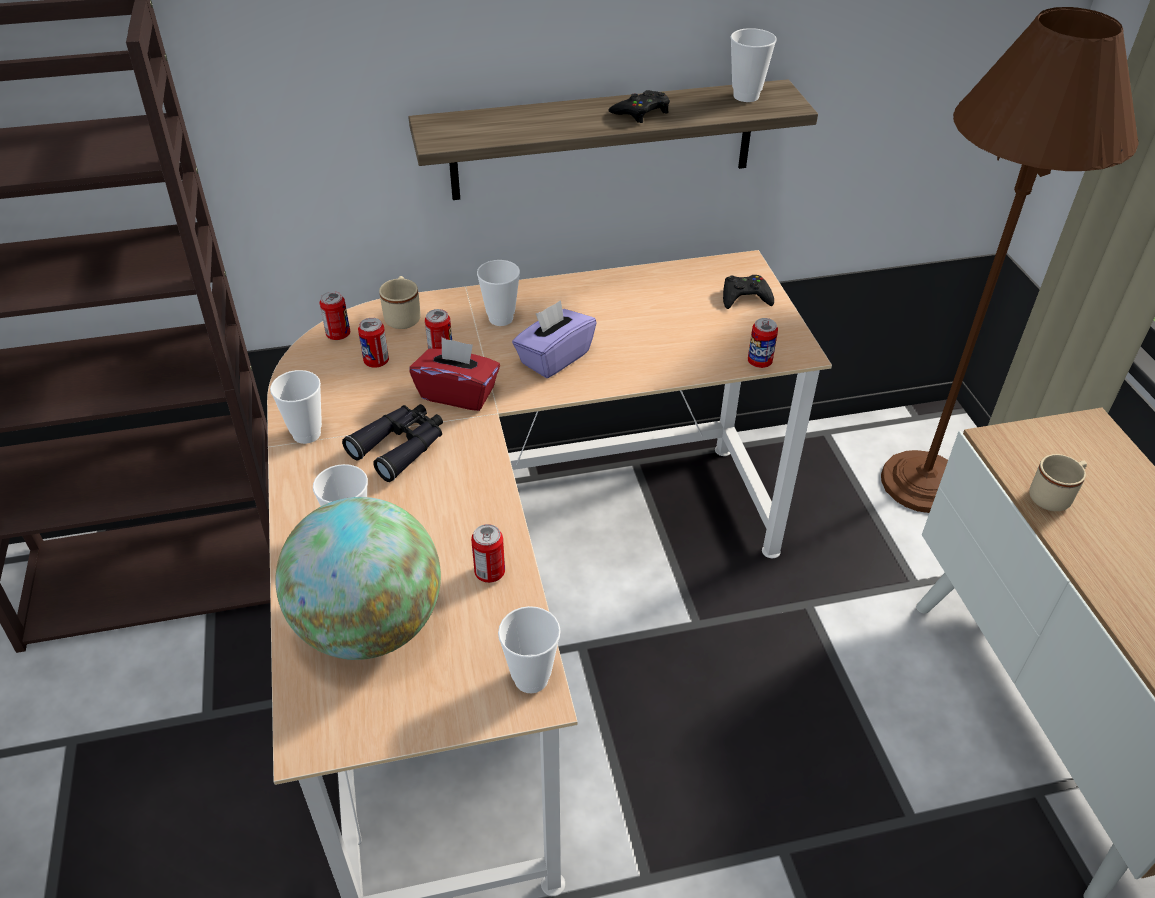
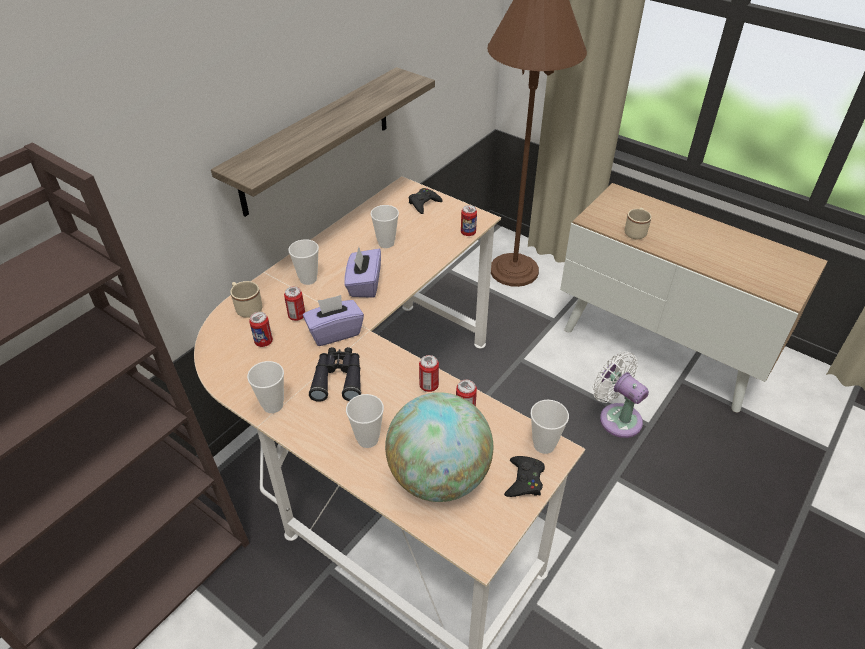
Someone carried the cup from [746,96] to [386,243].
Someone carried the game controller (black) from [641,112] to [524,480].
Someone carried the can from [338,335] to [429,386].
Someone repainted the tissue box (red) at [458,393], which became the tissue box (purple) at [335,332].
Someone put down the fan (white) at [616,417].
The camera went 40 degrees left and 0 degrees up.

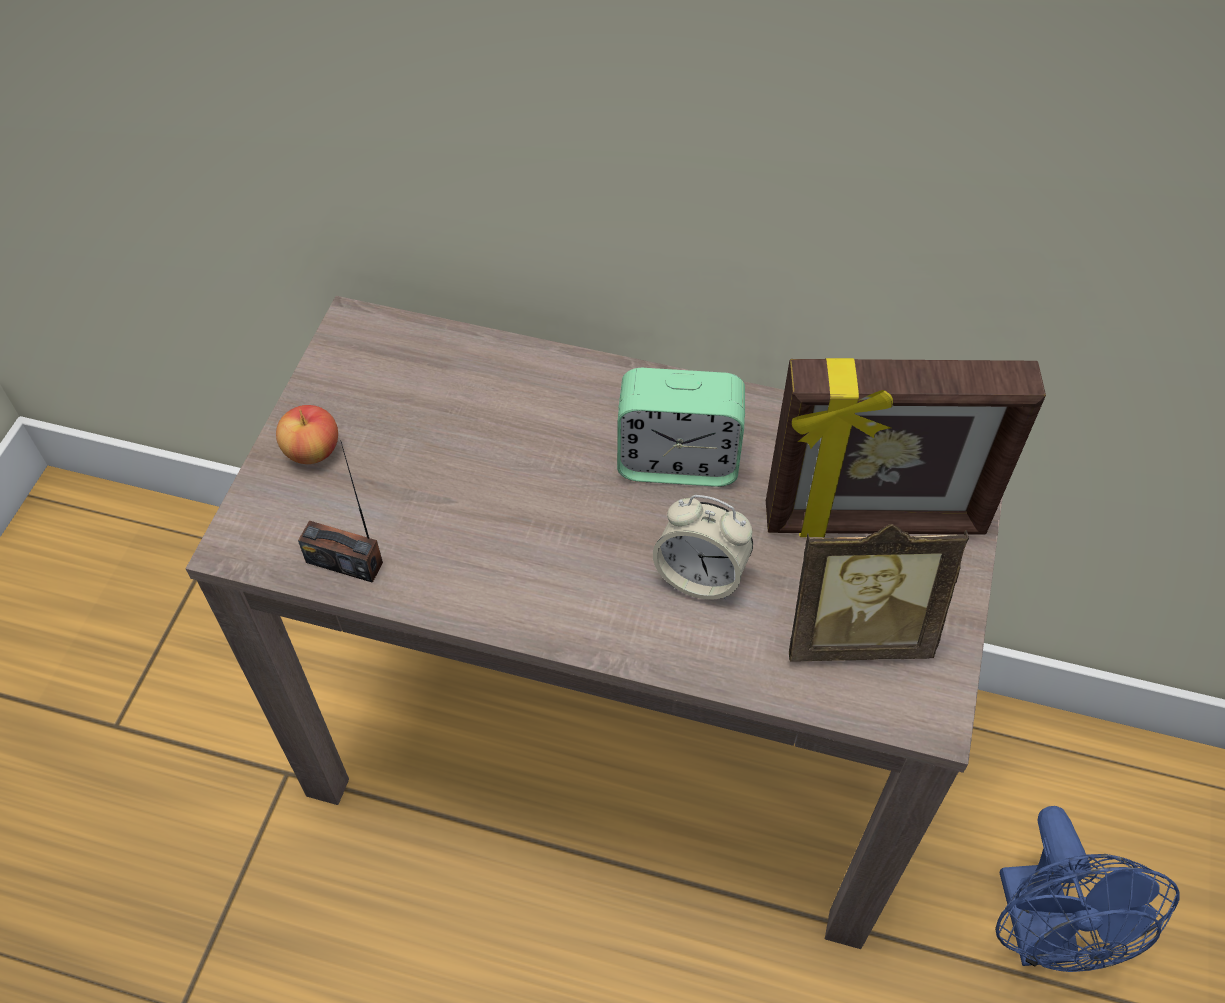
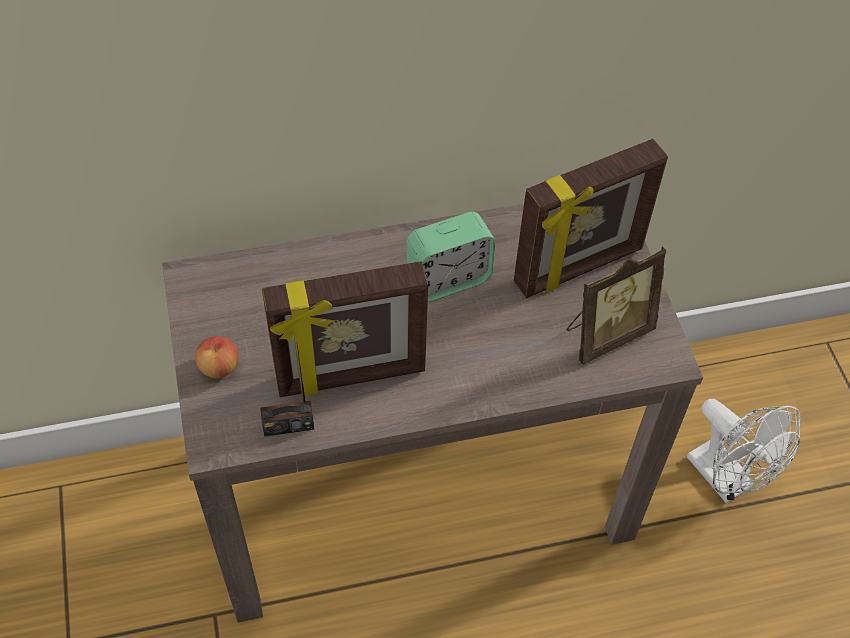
Someone took away the alarm clock at [700,575].
Someone repainted the fan (blue) at [1043,934], which became the fan (white) at [727,480].
Someone put down the picture frame at [351,377].
The camera went 30 degrees left and 0 degrees up.

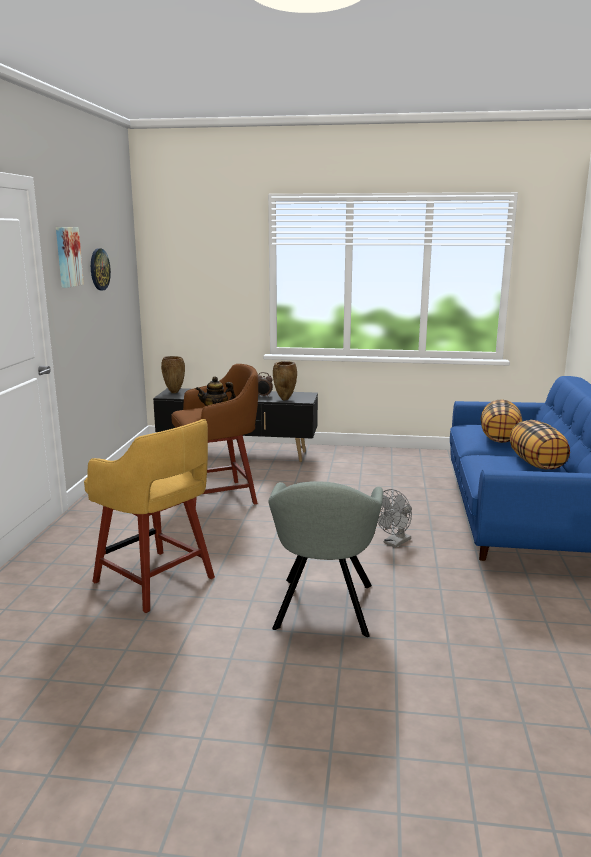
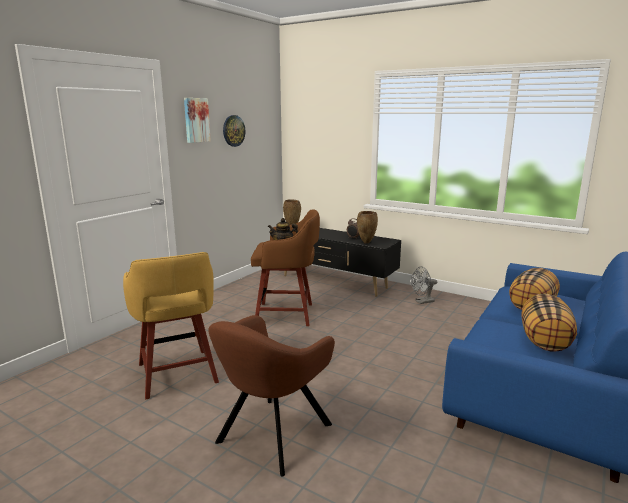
Someone repainted the armchair (grey) at [324,609], which became the armchair (brown) at [271,436].
Someone carried the fan (grey) from [394,543] to [422,302].
The camera went 25 degrees right and 0 degrees up.

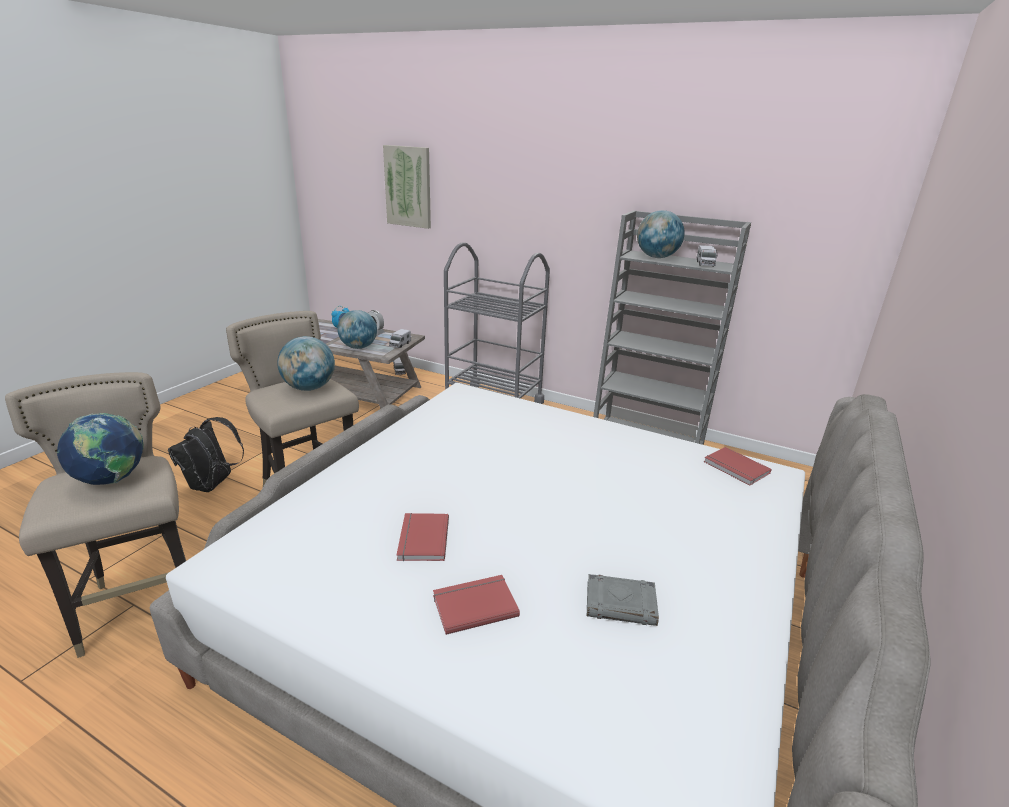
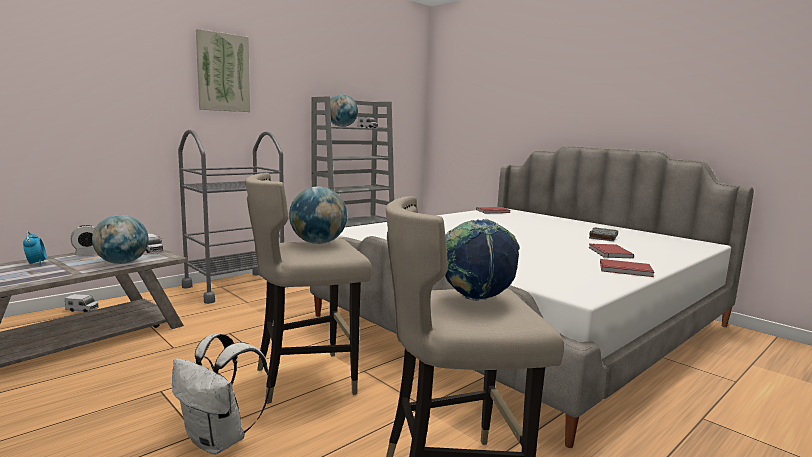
Someone carried the picture from [408,187] to [223,72].
Someone repainted the backpack (black) at [212,485], which became the backpack (white) at [219,440].
Someone carried the book (red) from [421,539] to [626,270].
The camera went 70 degrees left and 15 degrees down.

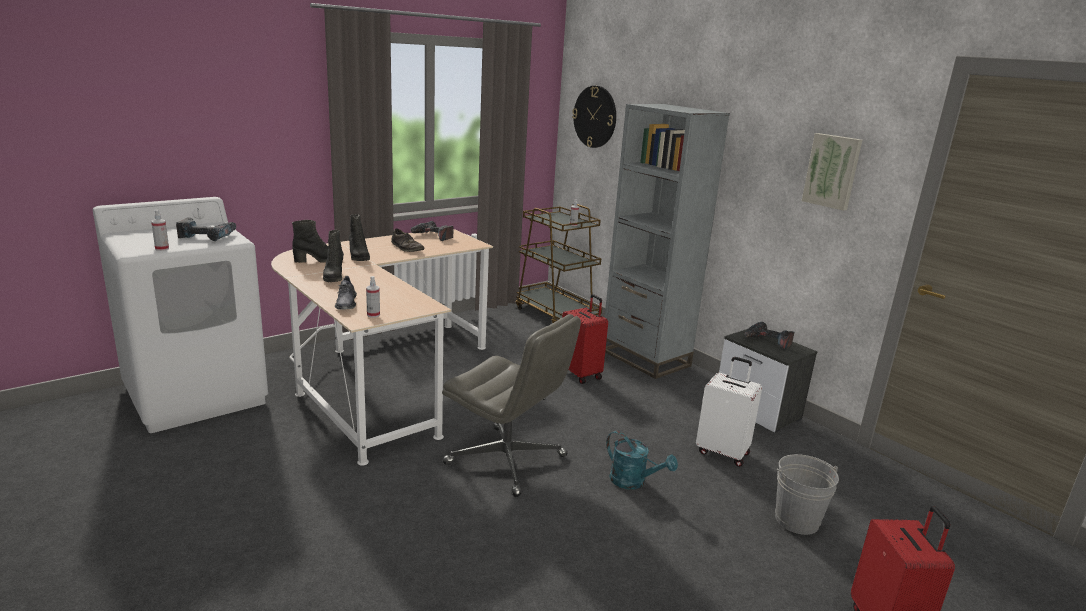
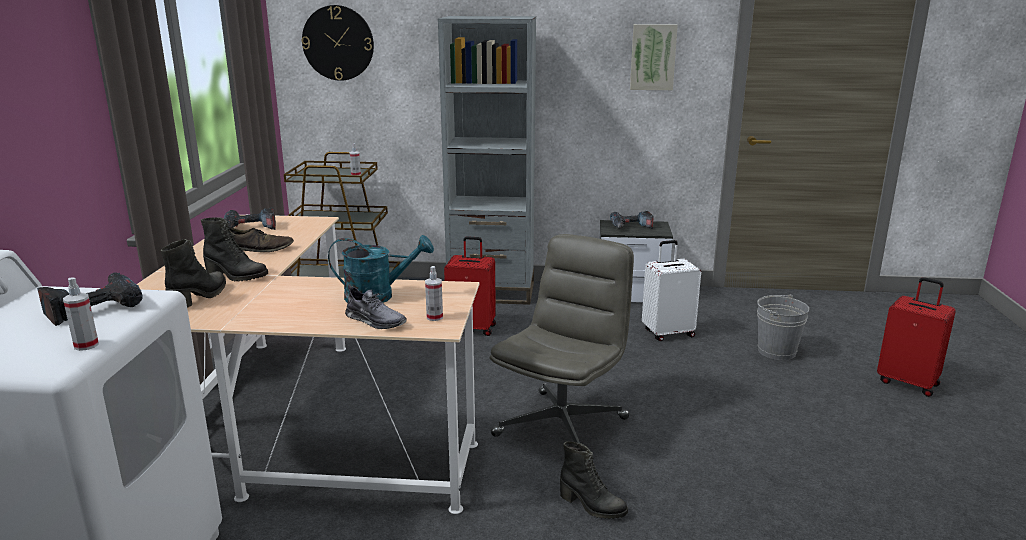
Someone carried the boot (black) from [333,277] to [592,506].
Someone rotated the office chair (grey) at [507,460] by 45 degrees counterclockwise.
Someone carried the watering can (turquoise) from [633,482] to [378,296].
The camera went 45 degrees left and 0 degrees up.

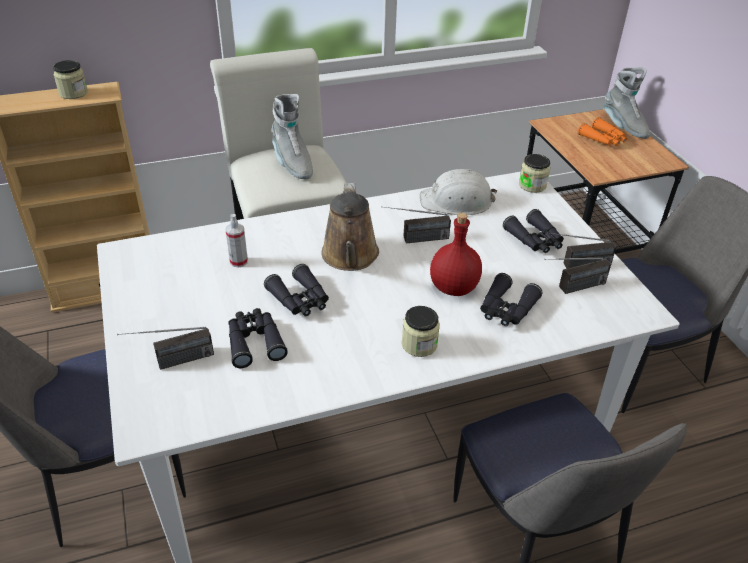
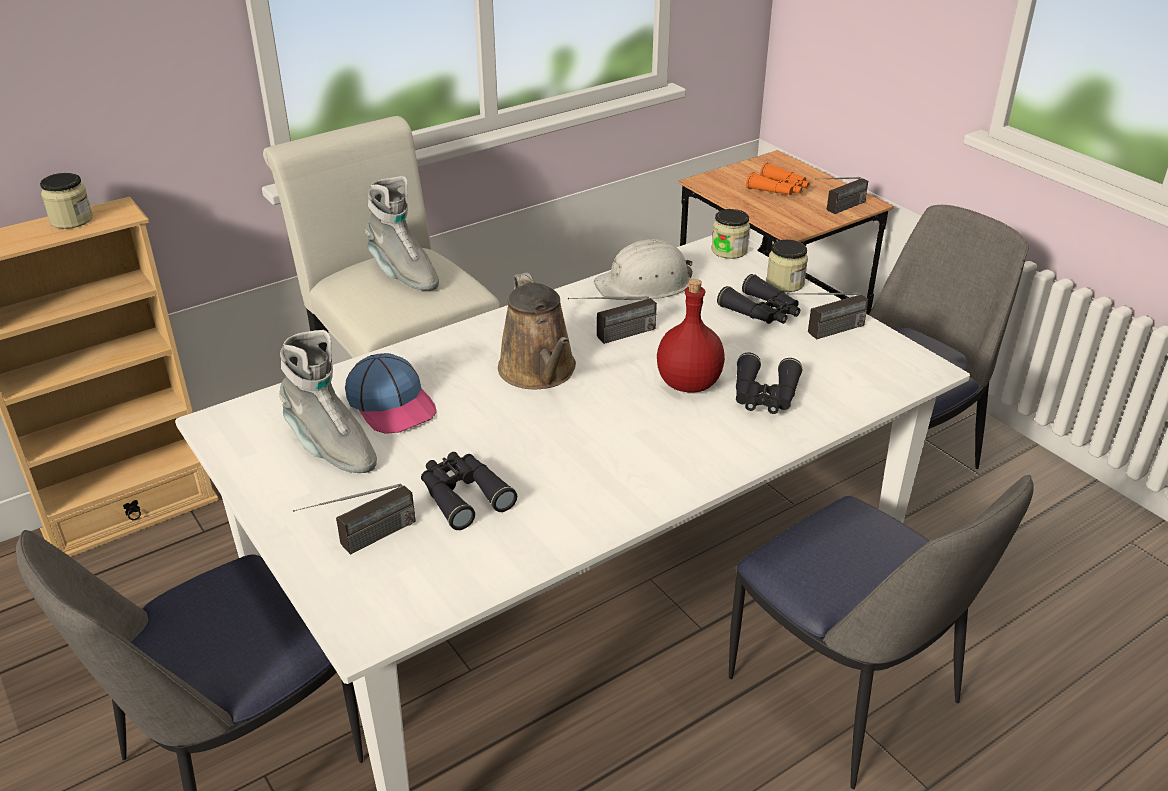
Someone carried the boot (grey) from [623,127] to [330,447].
Someone swapped the spray bottle at [238,261] for the cap at [392,404].
Someone carried the radio from [572,289] to [838,210].
Someone took away the binoculars (black) at [300,300].
Someone carried the jar from [419,344] to [785,283].
The camera went 15 degrees left and 5 degrees down.

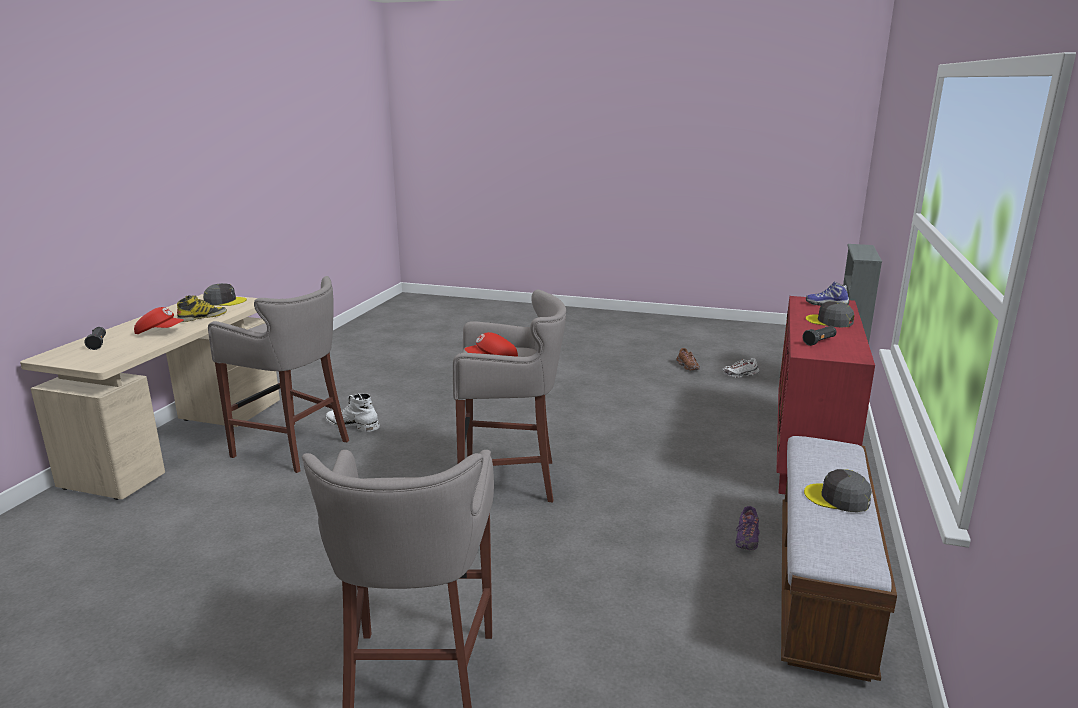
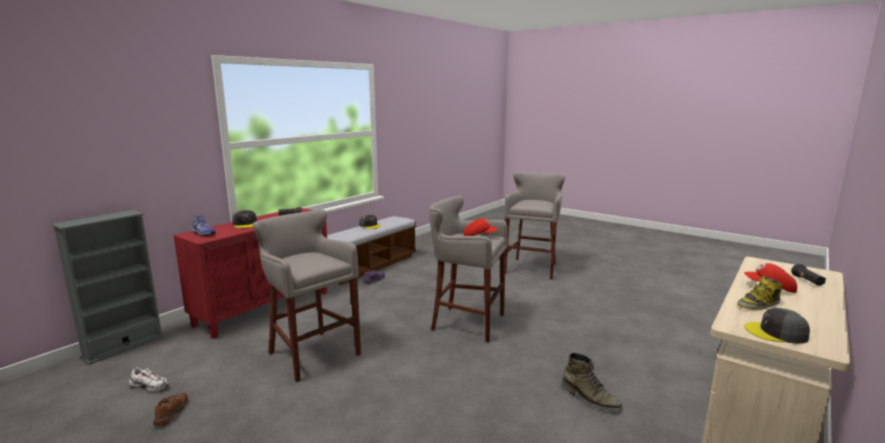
Someone carried the stool (grey) from [294,448] to [311,353].
Someone repainted the boot (white) at [352,425], which became the boot (green) at [590,398].
The camera went 160 degrees left and 5 degrees down.

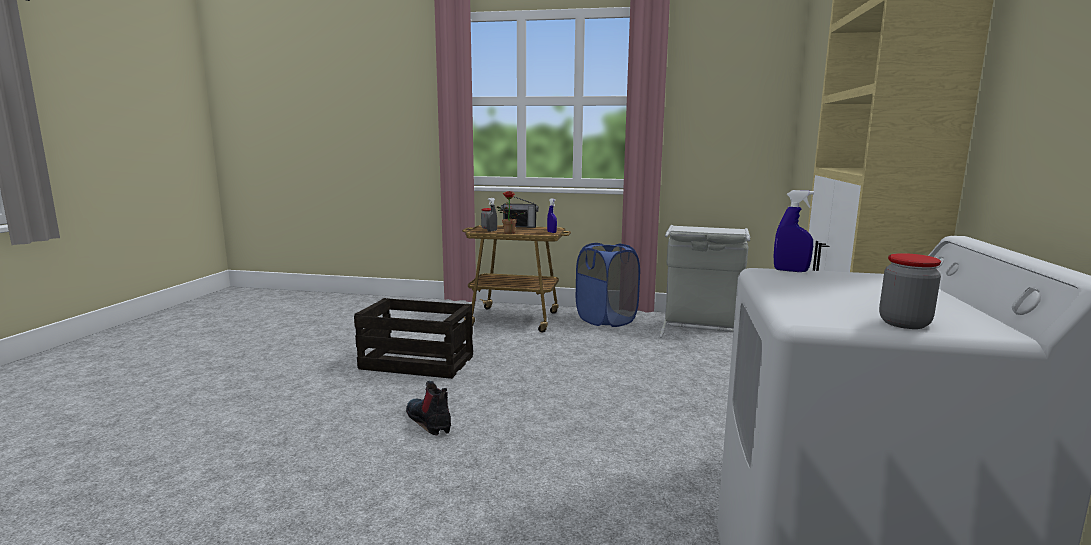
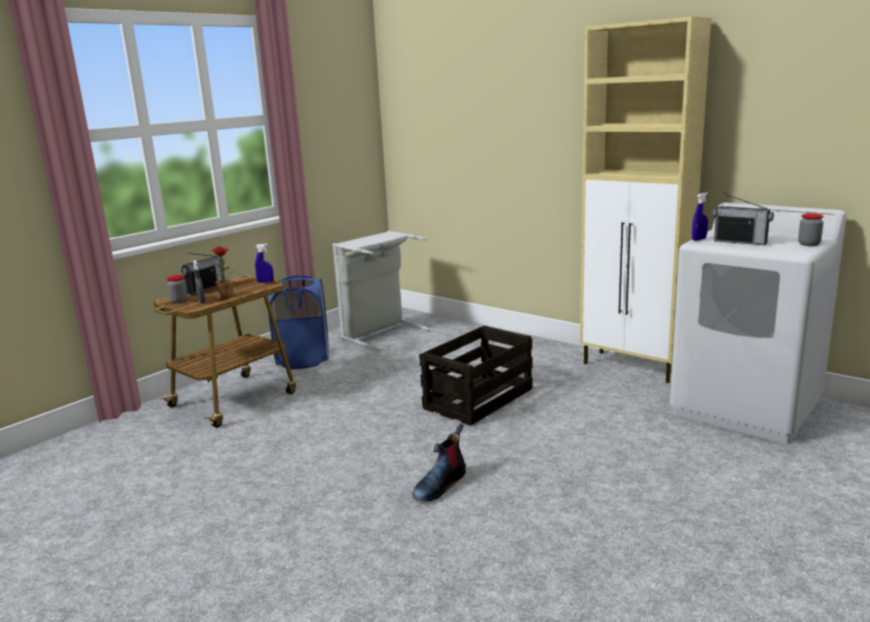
Someone carried the crate from [418,362] to [479,398].
Someone rotated the boot at [430,422] by 45 degrees counterclockwise.
Someone put down the radio at [740,242].
The camera went 60 degrees left and 5 degrees up.

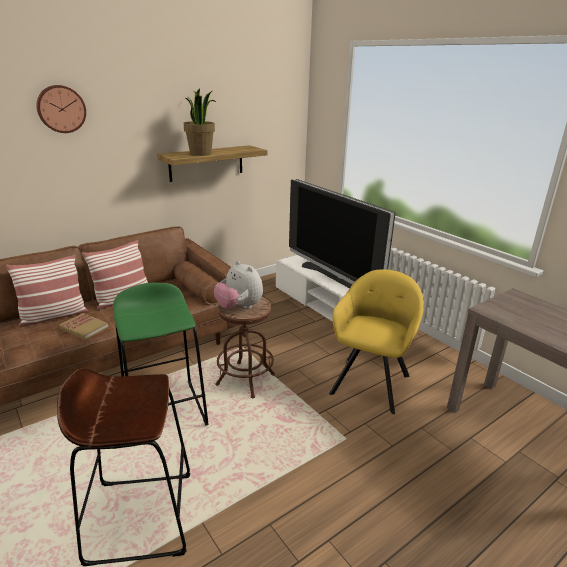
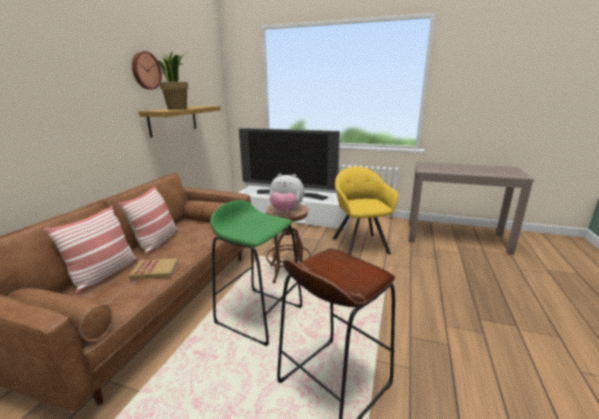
Someone carried the wall clock from [61,109] to [145,70].
The camera went 35 degrees left and 5 degrees down.

